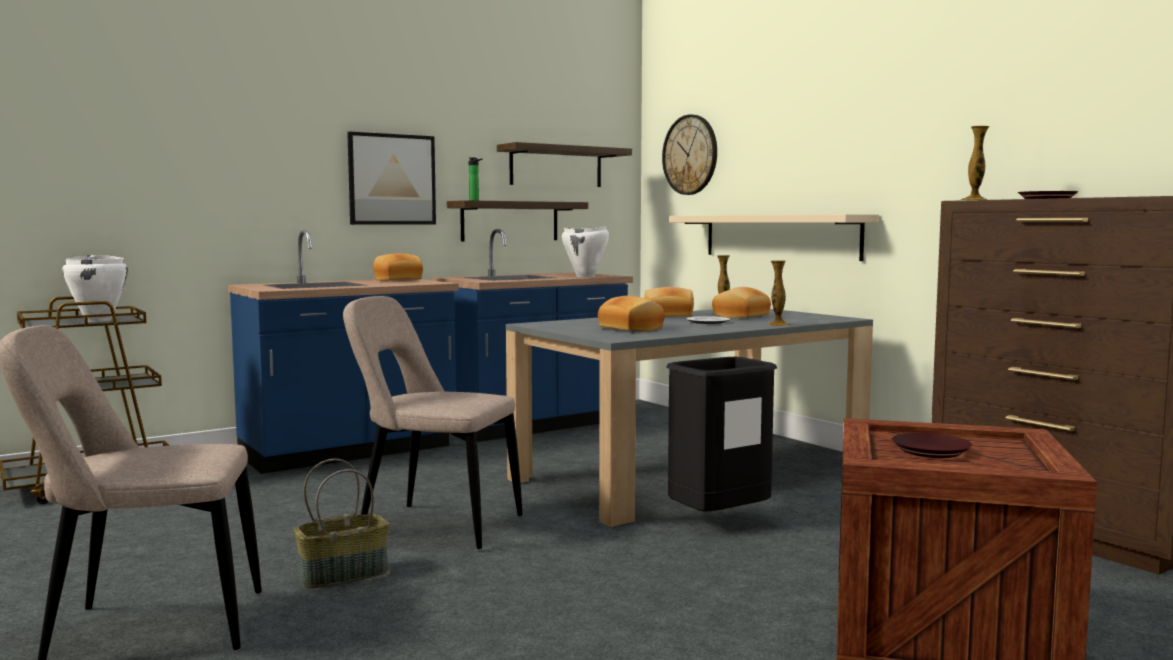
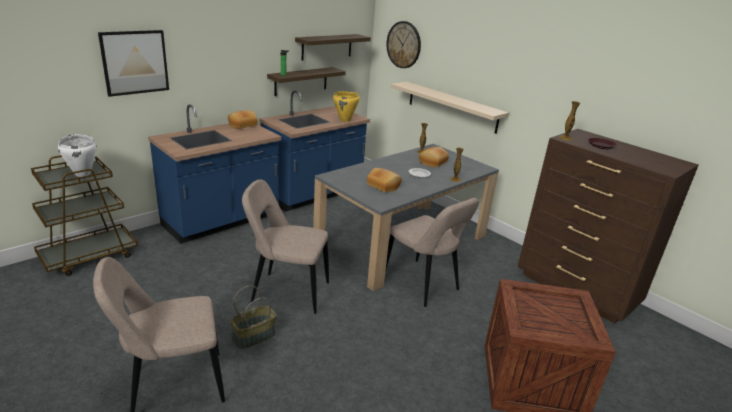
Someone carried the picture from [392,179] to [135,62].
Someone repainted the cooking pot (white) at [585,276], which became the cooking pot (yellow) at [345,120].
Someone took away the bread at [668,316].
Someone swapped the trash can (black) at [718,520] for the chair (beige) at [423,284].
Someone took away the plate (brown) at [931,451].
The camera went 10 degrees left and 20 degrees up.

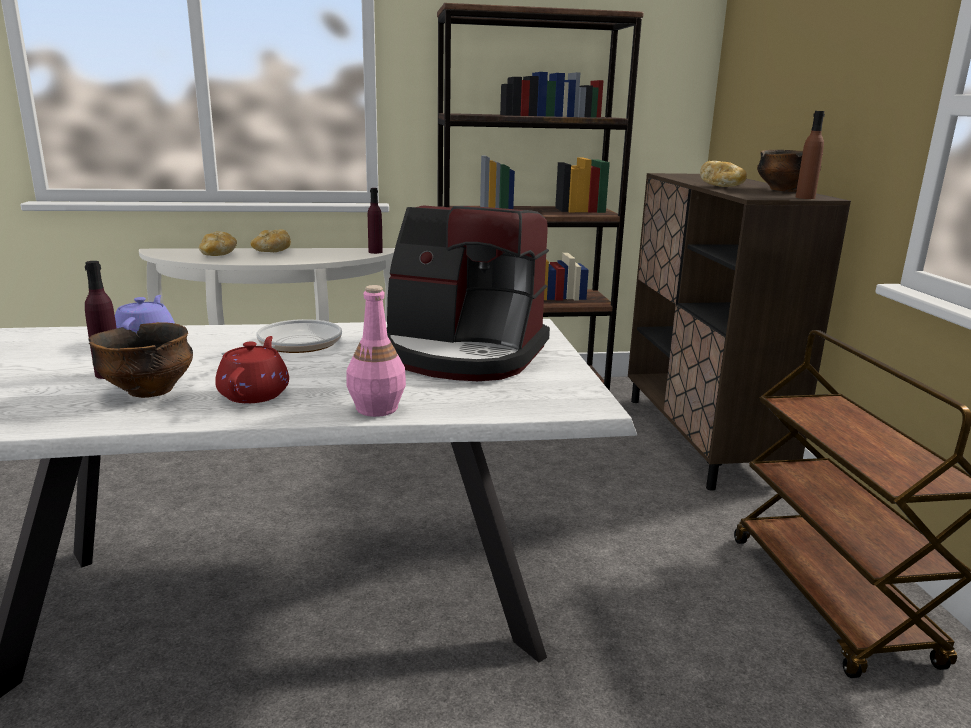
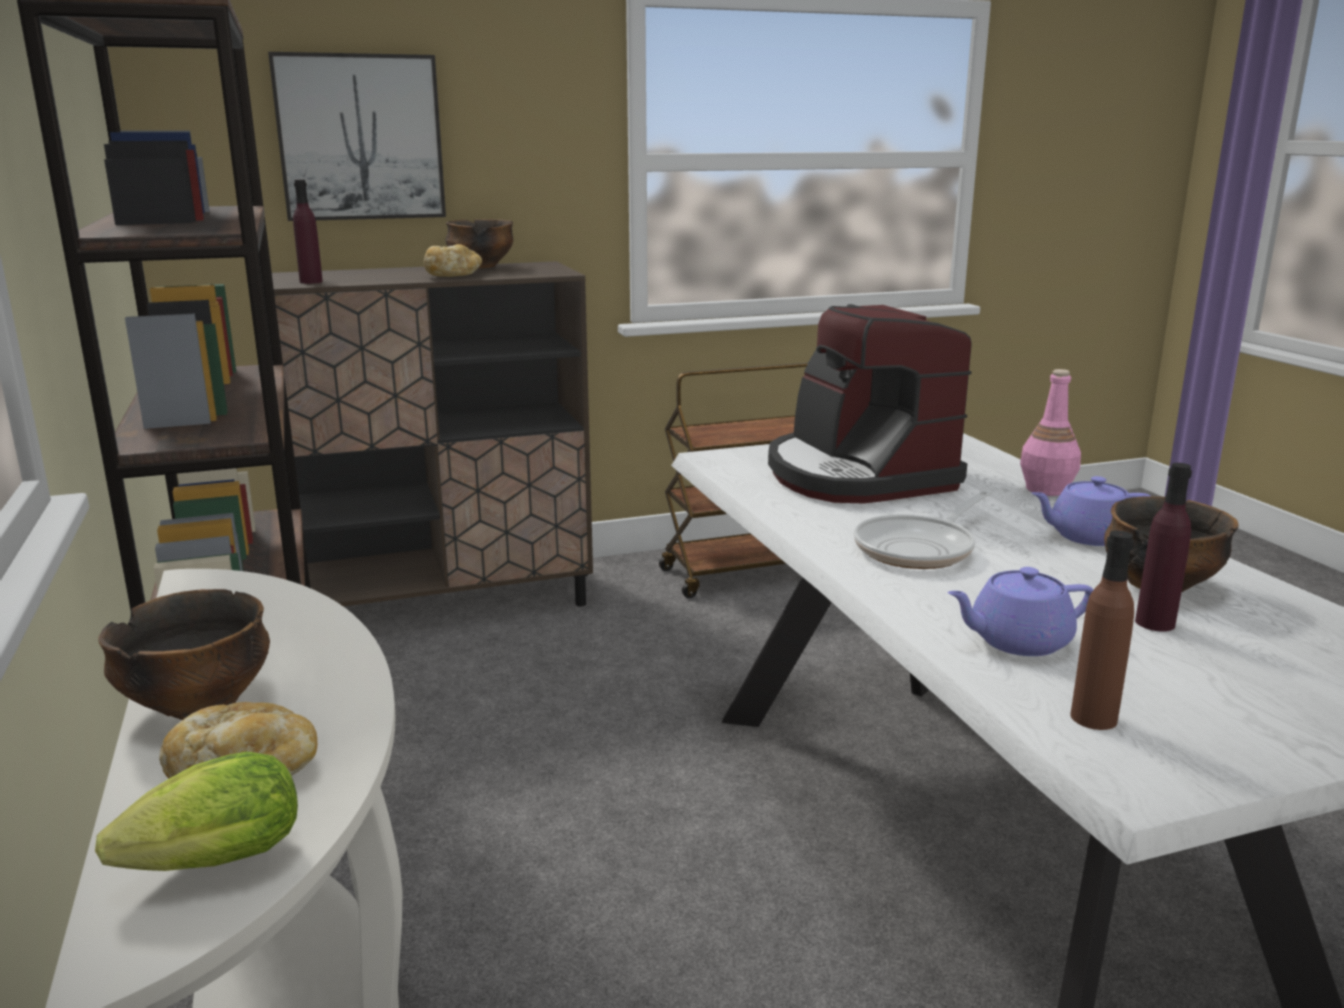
Someone carried the bottle (brown) from [805,197] to [1093,718].
Someone carried the bottle (purple) from [375,252] to [311,282].
Someone rotated the coffee machine at [463,354] by 150 degrees clockwise.
Someone swapped the bread at [272,251] for the bowl at [199,705].
Someone rotated the frying pan at [294,345] by 60 degrees counterclockwise.
Someone repainted the teapot (red) at [255,394], which became the teapot (purple) at [1087,537].
Someone put up the picture at [360,138].
Someone put down the lettuce at [207,866].
The camera went 100 degrees left and 0 degrees up.

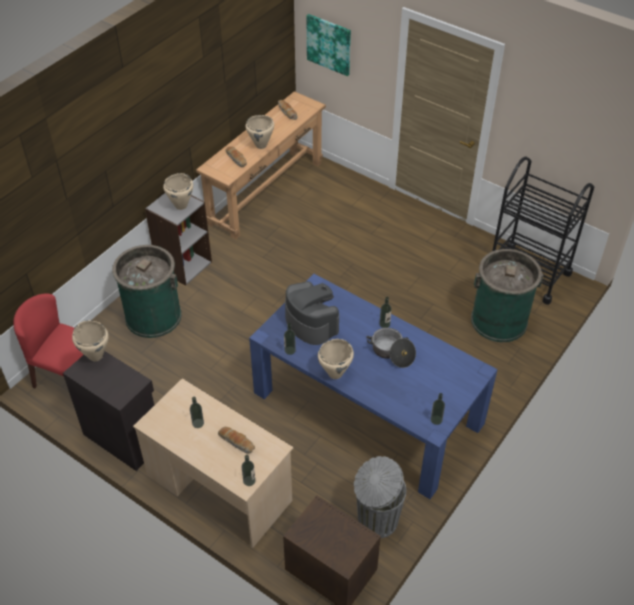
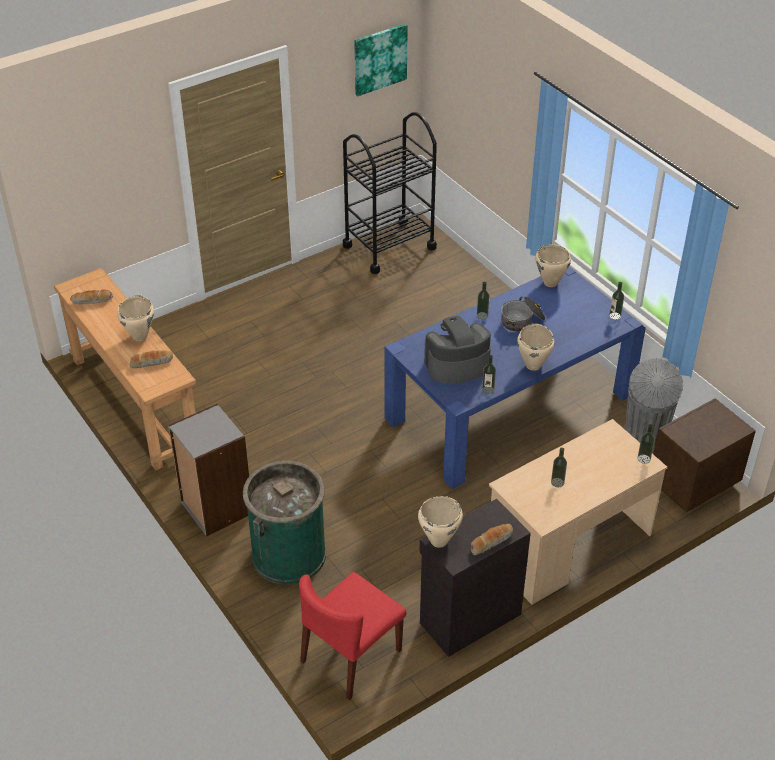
Someone carried the picture from [329,44] to [379,59].
Someone carried the cooking pot (beige) from [180,206] to [550,283].
Someone took away the trash can (green) at [499,320].
Someone carried the bread from [237,442] to [491,542].
The camera went 70 degrees left and 5 degrees down.

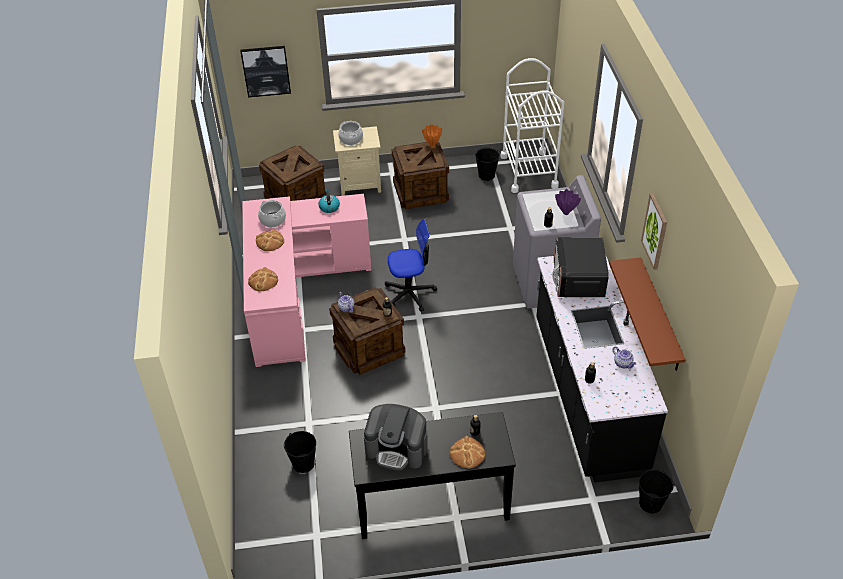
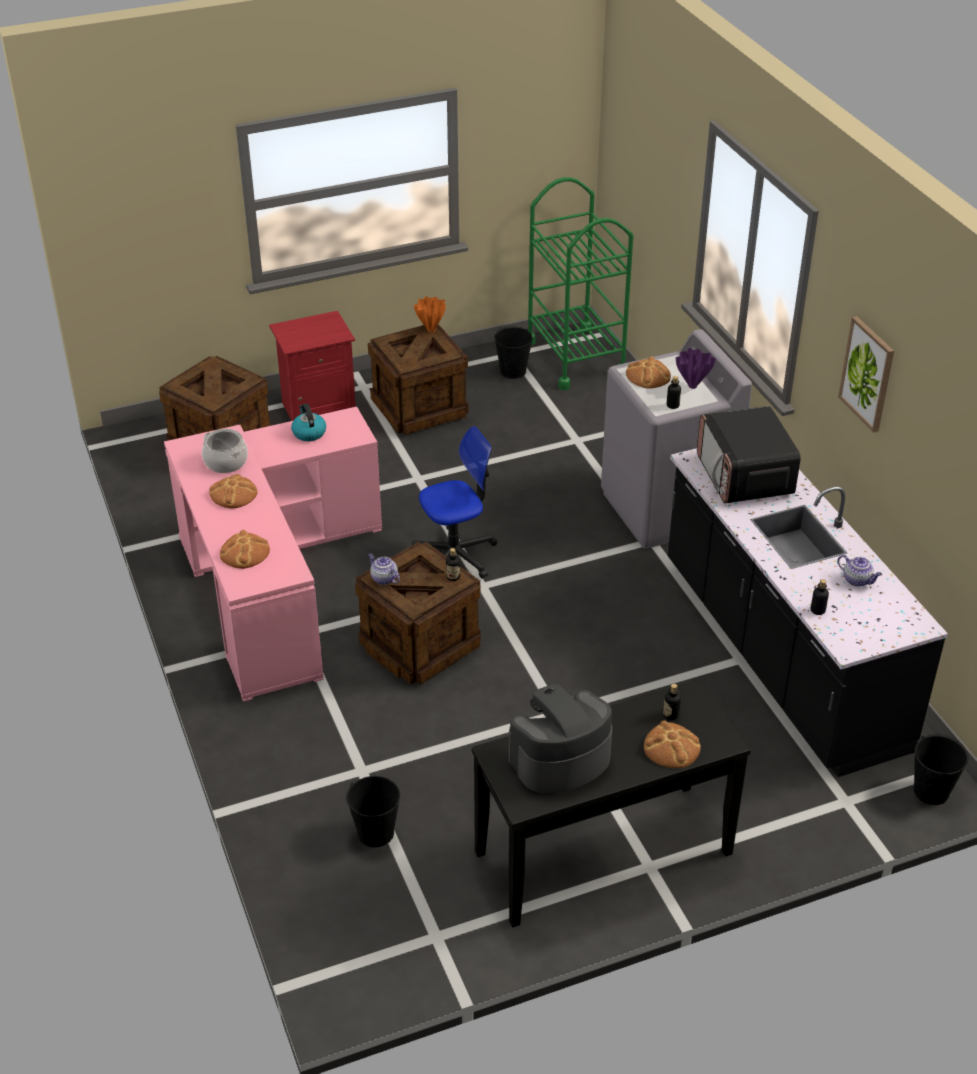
Someone took away the picture at [266,71].
Someone repainted the cart (white) at [529,171], which became the cart (green) at [575,358].
Someone took away the cooking pot at [350,139].
Someone repainted the nightstand (beige) at [360,184], which became the nightstand (red) at [318,409].
Someone took away the shelf (brown) at [660,315].
Someone rotated the coffee machine at [397,448] by 150 degrees clockwise.
Someone put down the bread at [648,375].
The camera went 15 degrees left and 5 degrees down.

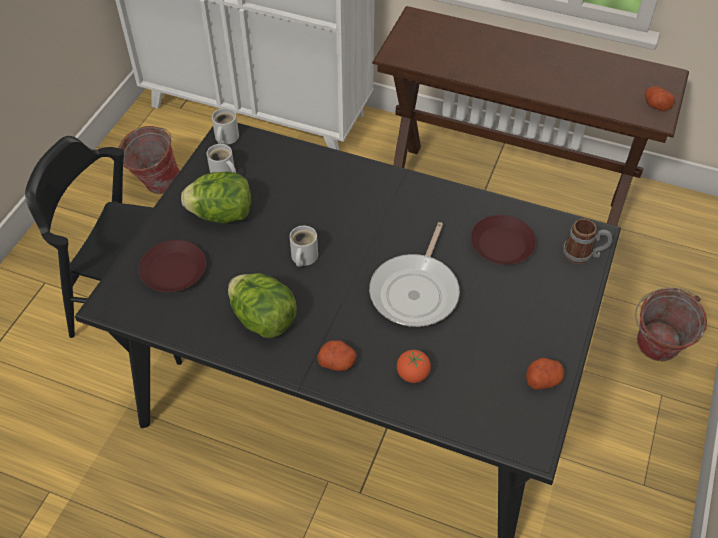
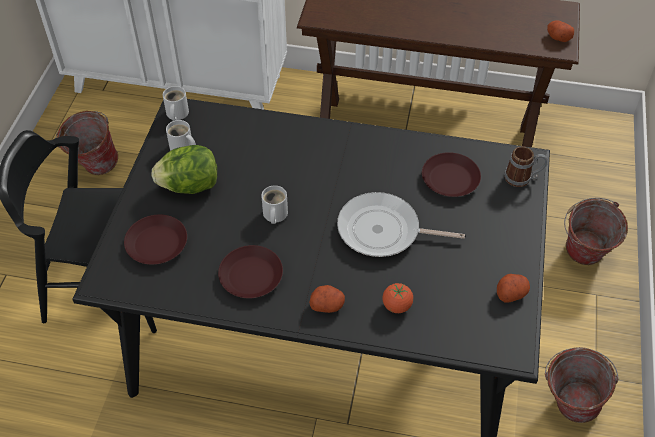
Someone rotated the frying pan at [416,291] by 90 degrees clockwise.
Someone swapped the lettuce at [263,319] for the plate (brown) at [251,276].
Someone put down the bucket at [567,406].
The camera went 10 degrees left and 0 degrees up.

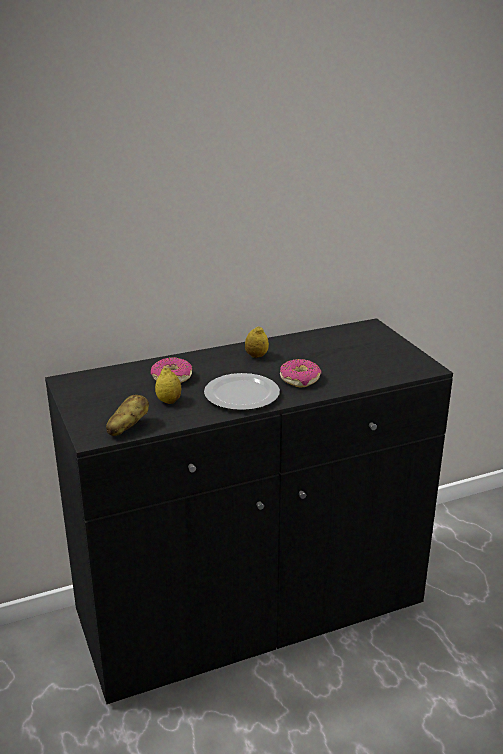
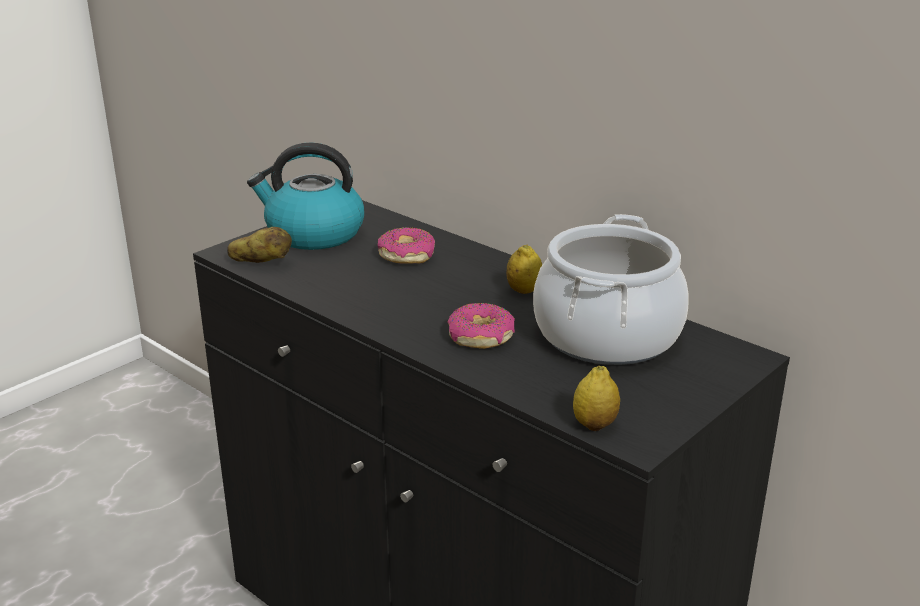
Someone carried the lemon from [169,401] to [594,425].
Someone took away the plate at [242,395].
Someone put down the kettle at [313,234].
Someone put down the cooking pot at [608,335].
The camera went 65 degrees right and 0 degrees up.

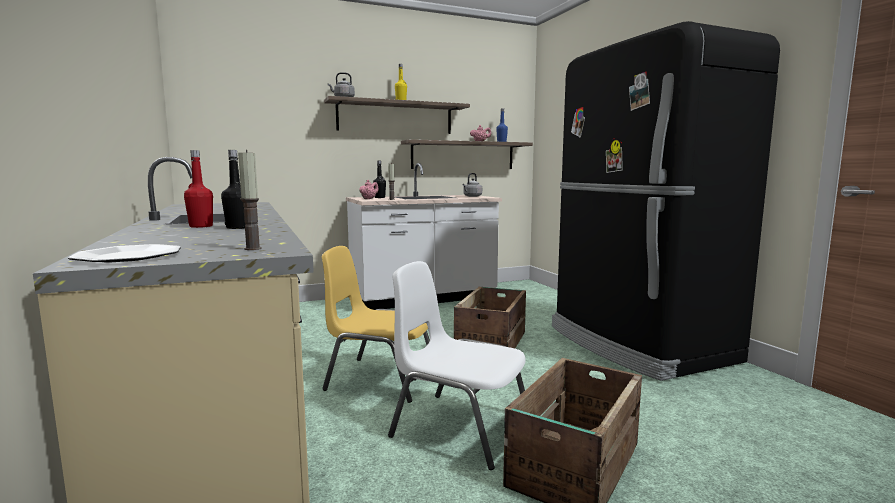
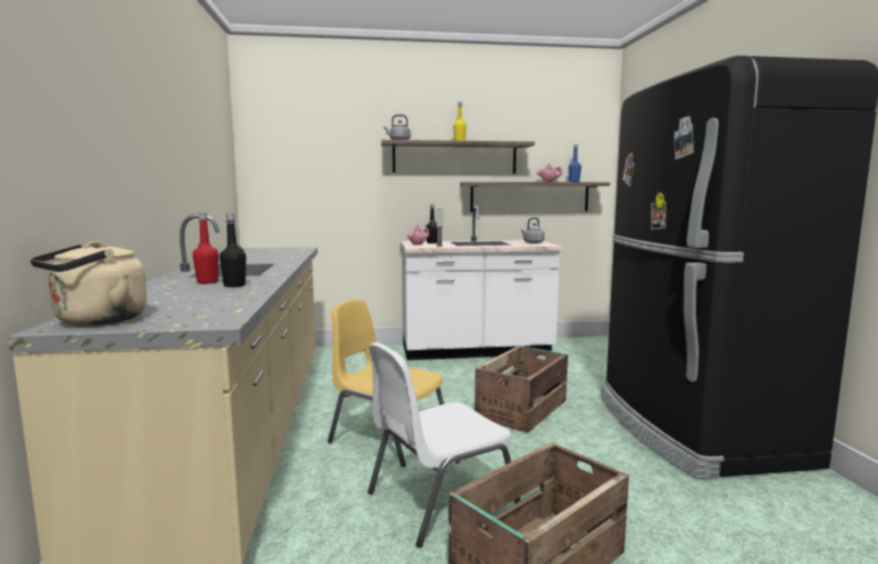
Someone took away the candle at [253,248].
Someone swapped the plate at [128,256] for the kettle (beige) at [96,321].
Someone rotated the chair (white) at [459,426] by 75 degrees counterclockwise.
The camera went 15 degrees right and 0 degrees up.

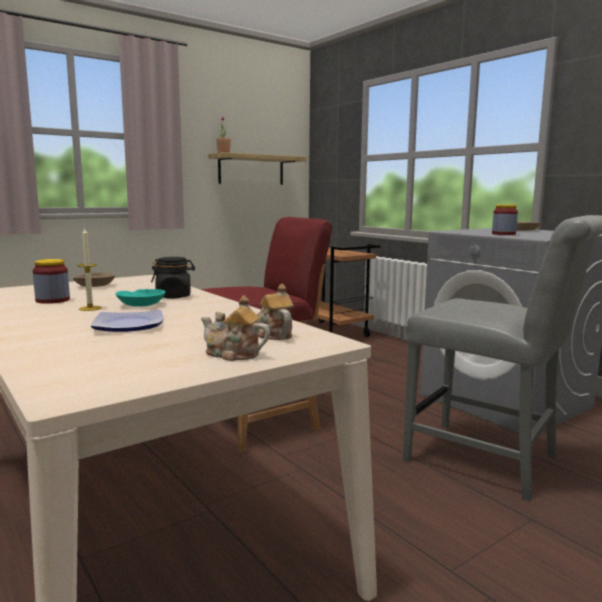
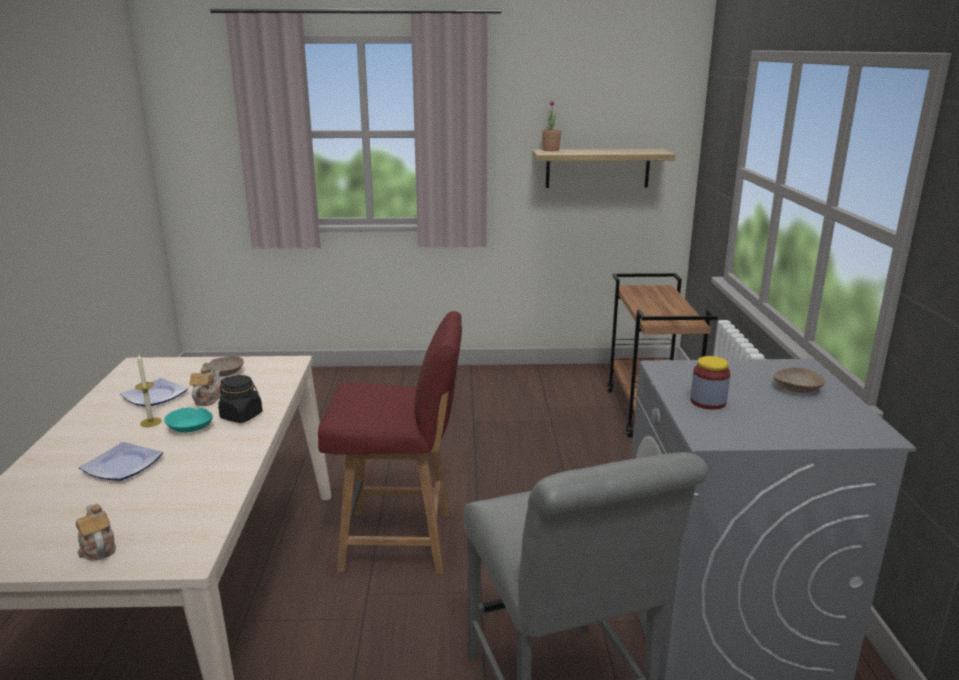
Someone swapped the jar at [52,300] for the plate at [153,396].
Someone carried the teapot from [273,334] to [207,399].
The camera went 35 degrees right and 10 degrees up.

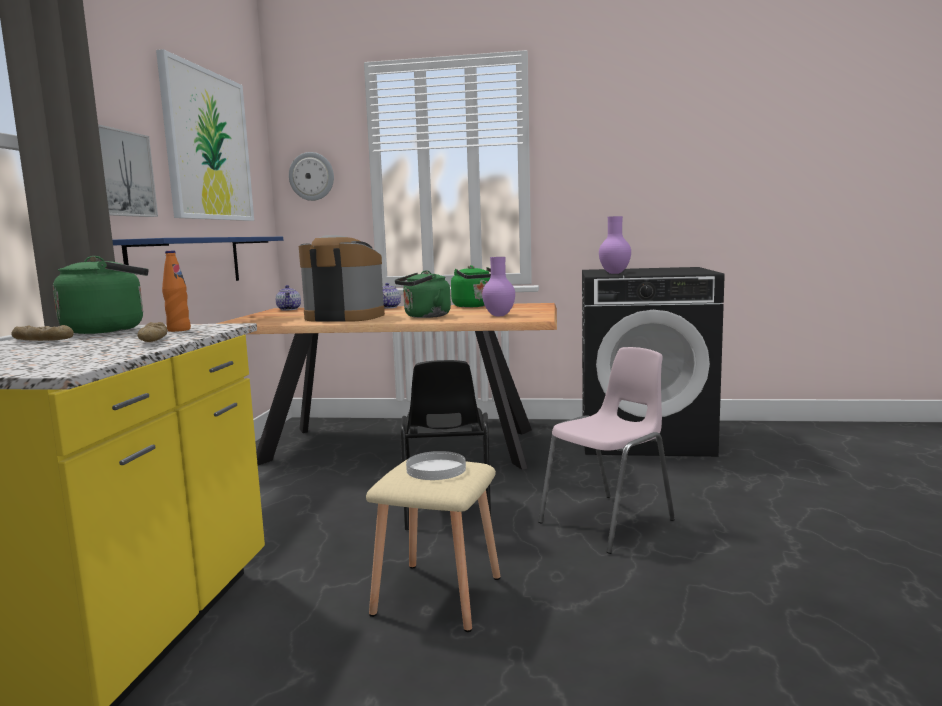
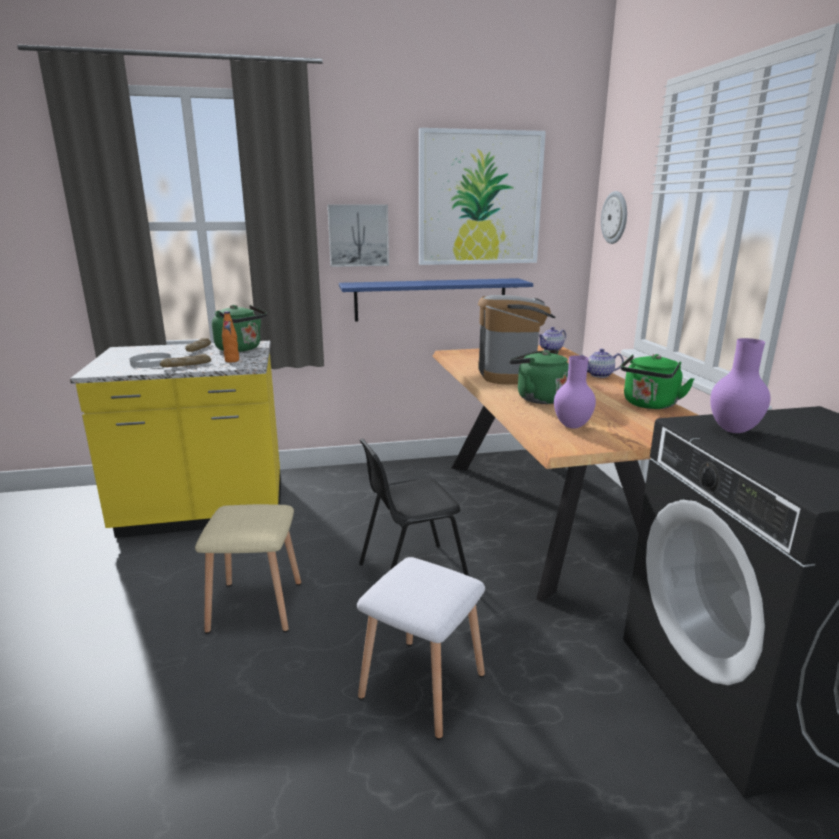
Someone swapped the chair (pink) at [609,522] for the stool (white) at [422,687].
Someone carried the plate (white) from [435,469] to [151,363].
The camera went 70 degrees right and 10 degrees up.

